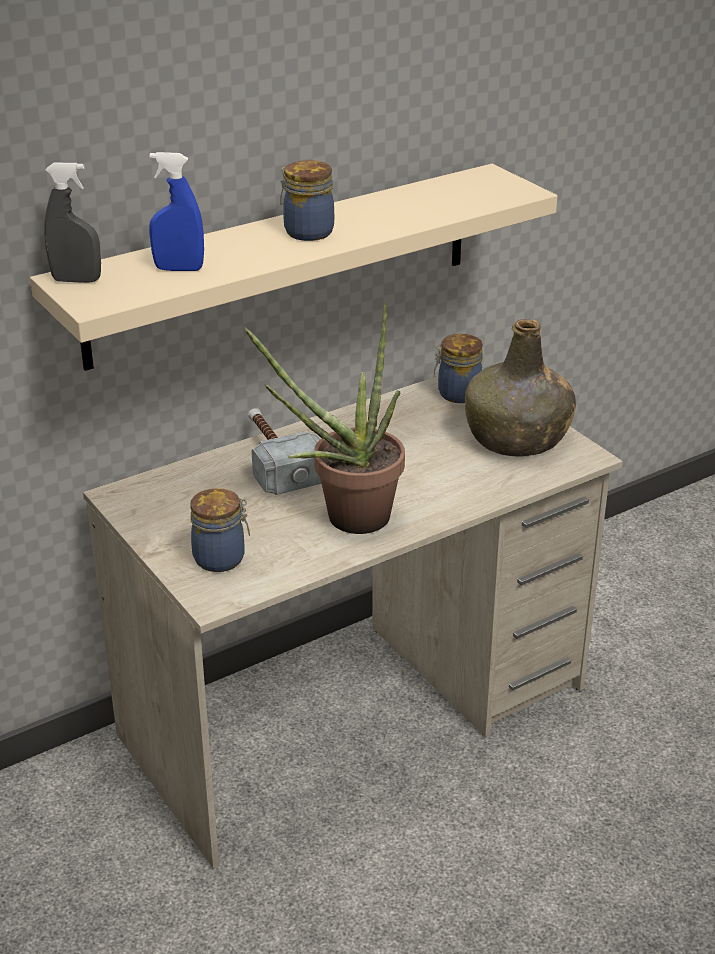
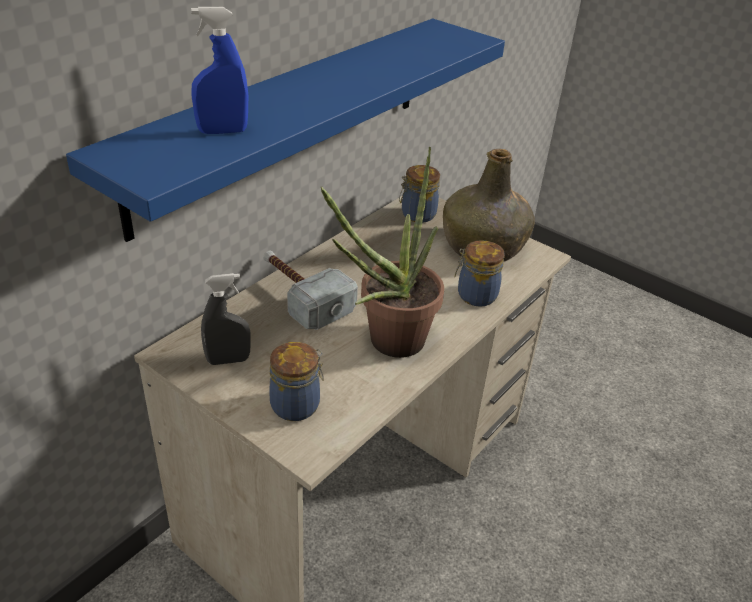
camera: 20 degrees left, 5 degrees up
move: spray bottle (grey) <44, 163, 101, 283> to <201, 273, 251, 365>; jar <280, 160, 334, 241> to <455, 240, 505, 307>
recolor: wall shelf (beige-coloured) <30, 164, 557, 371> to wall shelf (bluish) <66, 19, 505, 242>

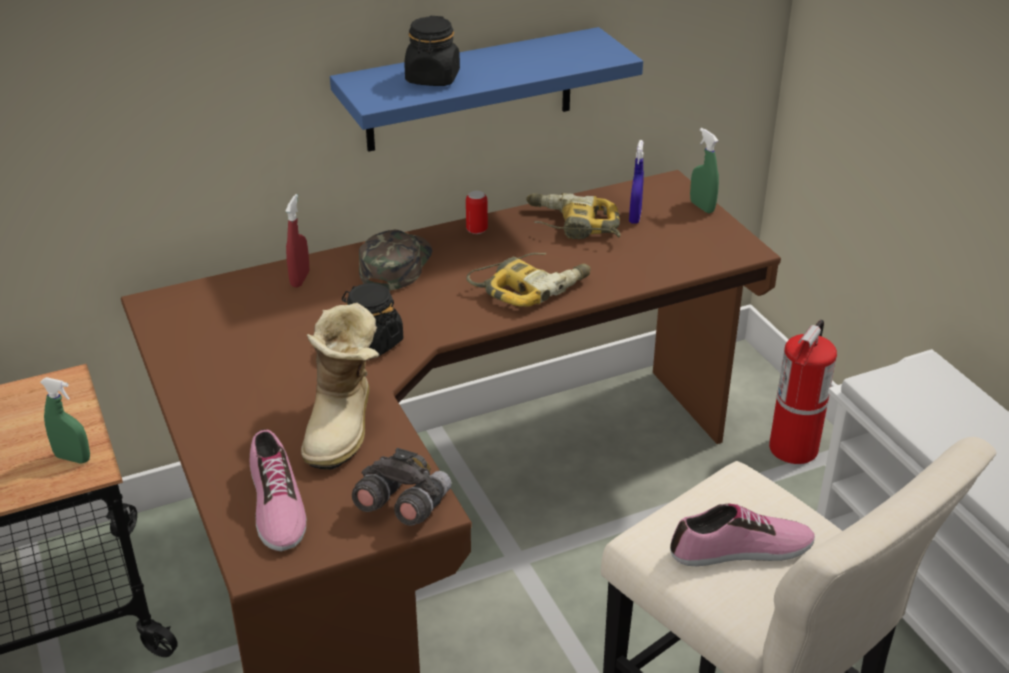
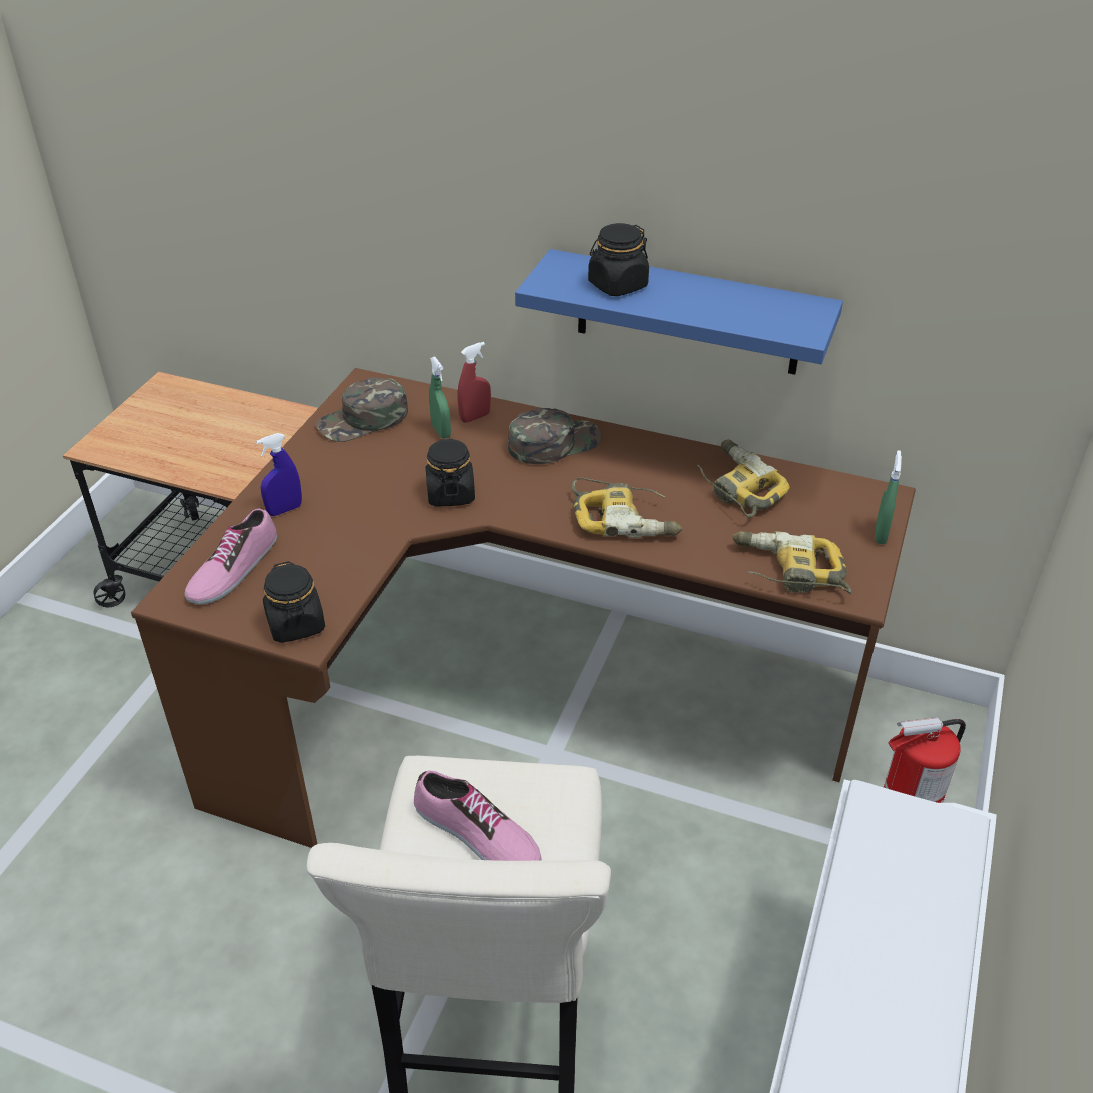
camera: 45 degrees right, 5 degrees up
delete: high-top boot <301, 303, 379, 470>; can <466, 191, 488, 234>
insert: peaked cap (green-coloured) <315, 377, 408, 442>; drill <732, 531, 852, 594>
move: spray bottle (green-coloured) <40, 377, 90, 463> to <429, 357, 451, 439>; spray bottle (bluish) <629, 140, 644, 224> to <256, 433, 302, 516>
replace: pair of binoculars (grey) <352, 448, 452, 526> to jar (black-coloured) <263, 561, 325, 643>

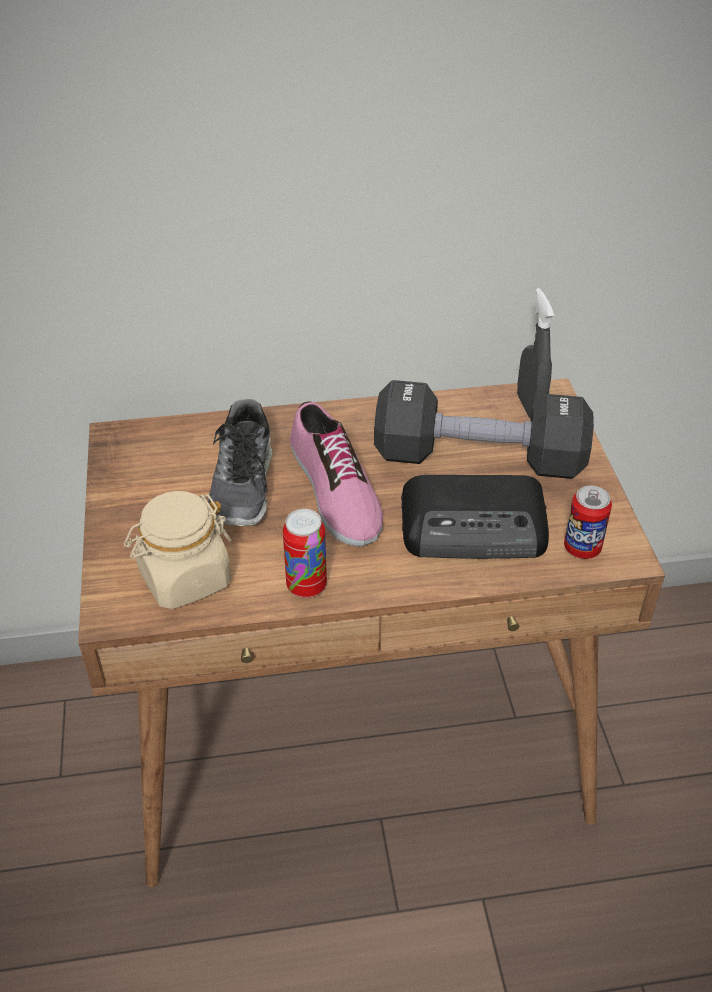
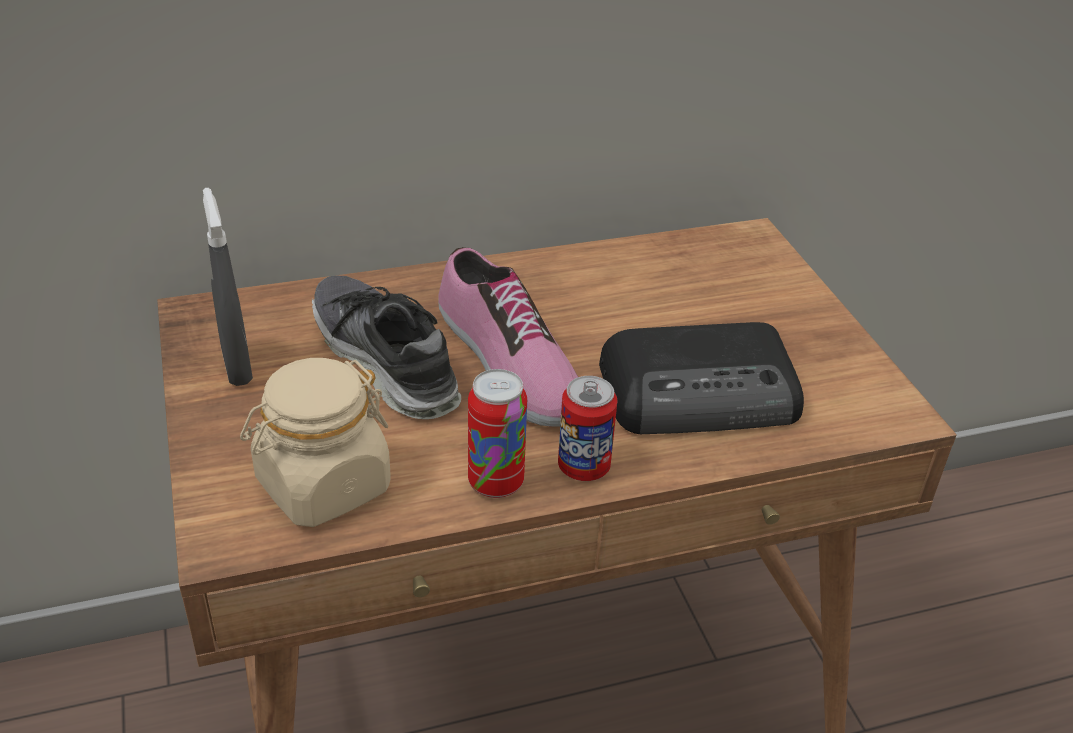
camera: 10 degrees left, 5 degrees down
delete: hand weight (black-coloured) <374, 380, 594, 479>
move: spray bottle (grey) <517, 288, 554, 419> to <203, 188, 253, 386>; can <564, 486, 612, 559> to <558, 376, 617, 481>
rotate: low shoe <208, 399, 272, 526> = <312, 276, 461, 419> 150 degrees clockwise

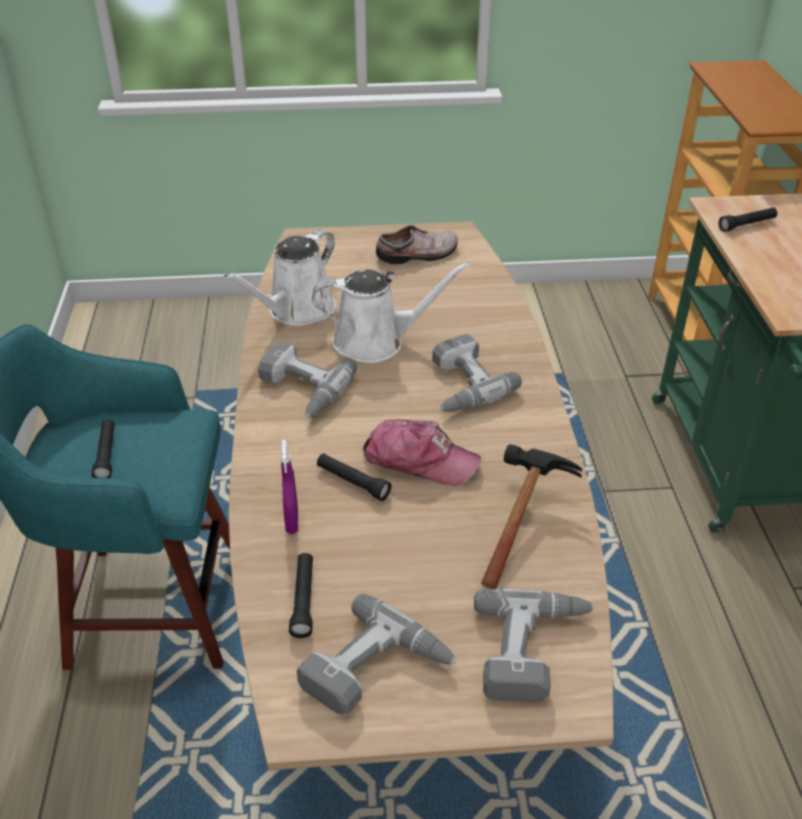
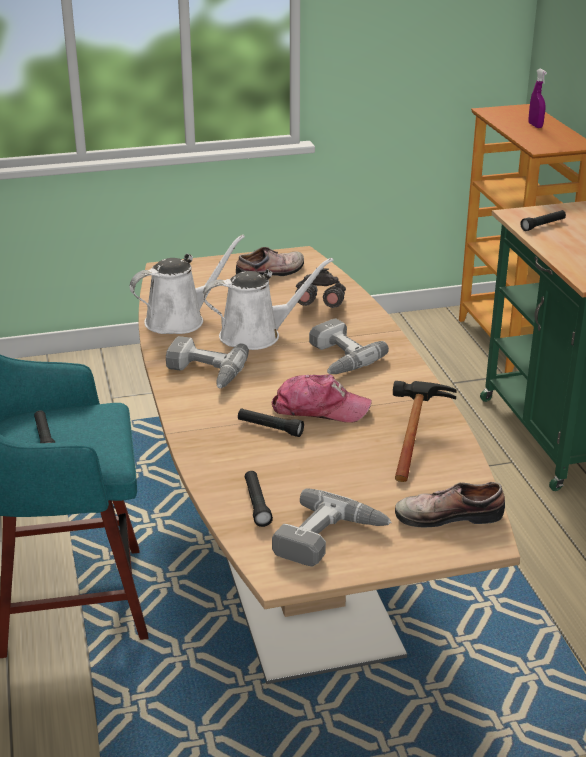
camera: 10 degrees left, 10 degrees down
insert: pair of binoculars (grey) <295, 268, 346, 308>
move: spray bottle (purple-coloured) <281, 440, 298, 534> to <529, 69, 547, 128>
replace: drill <474, 589, 595, 702> to low shoe <395, 482, 505, 527>
rotate: watering pot (whitish) <224, 230, 336, 326> = <130, 235, 245, 334> 150 degrees counterclockwise

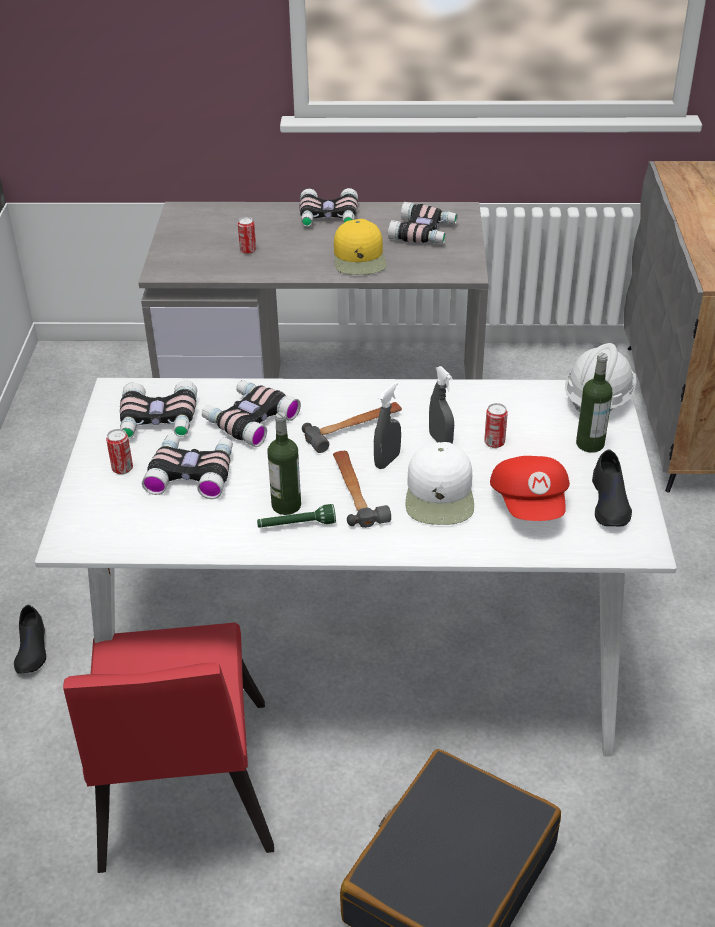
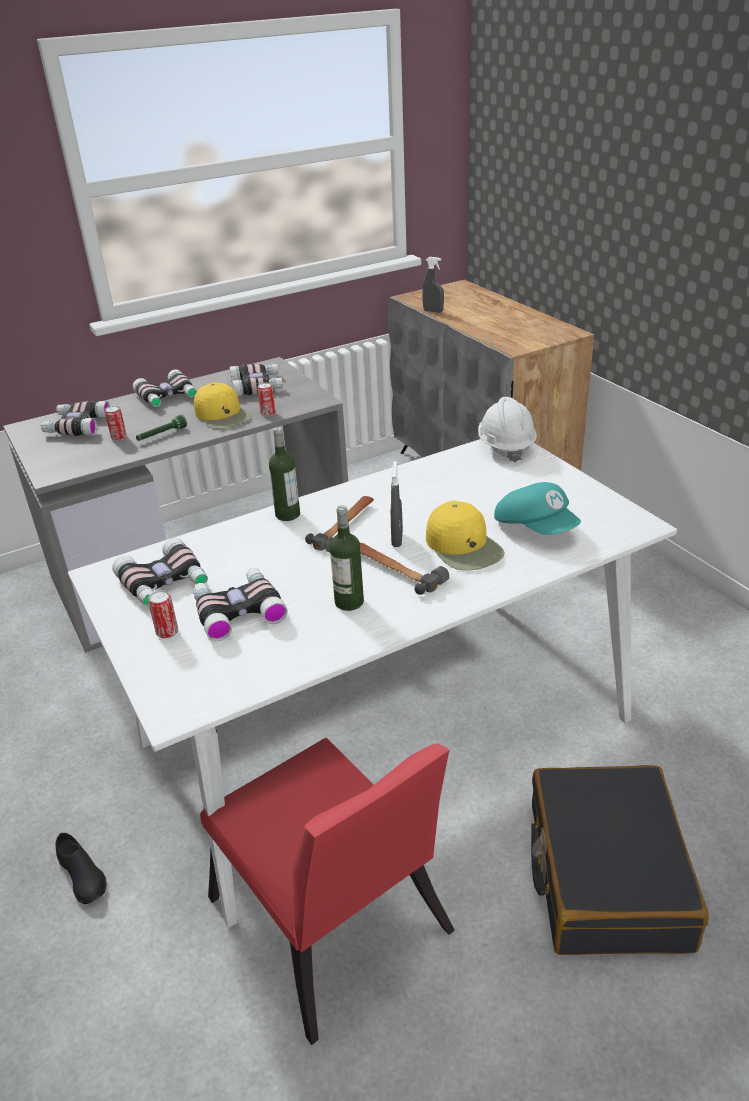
camera: 30 degrees left, 5 degrees down
delete: low shoe (black-coloured) <592, 449, 632, 526>
move: pair of binoculars <202, 380, 301, 447> to <41, 401, 110, 436>; hand torch (green-coloured) <257, 504, 336, 528> to <136, 415, 187, 441>; spray bottle (grey) <429, 366, 454, 443> to <422, 257, 444, 313>; can <484, 403, 508, 448> to <257, 383, 276, 417>; bottle <576, 353, 612, 453> to <269, 427, 300, 521>
recolor: peaked cap (whitish) <406, 442, 474, 525> to peaked cap (yellowish) <426, 501, 504, 571>; peaked cap (red) <490, 456, 570, 521> to peaked cap (turquoise-coloured) <494, 482, 581, 535>

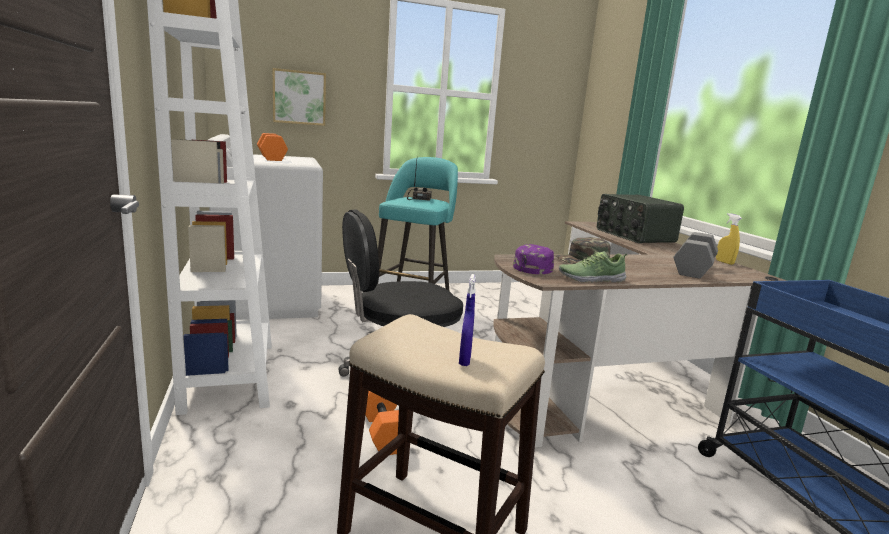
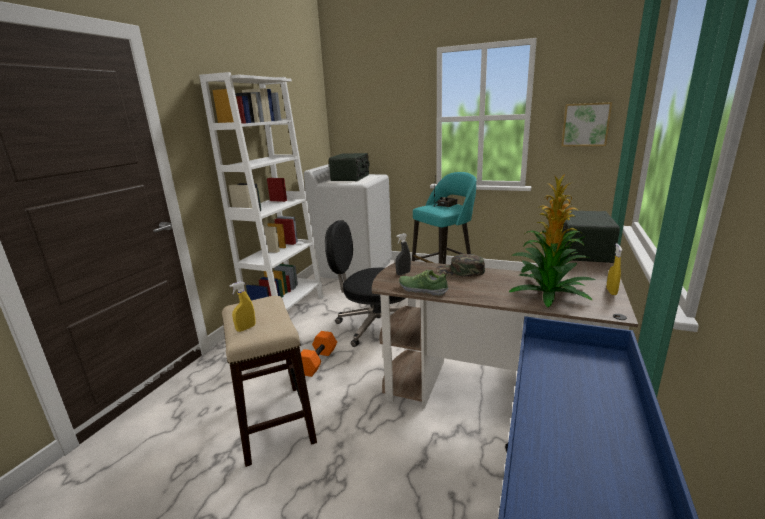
camera: 40 degrees right, 5 degrees up
move: wall picture <273, 68, 326, 126> to <561, 102, 612, 146>
replace: hand weight (orangey) <257, 133, 288, 161> to radio set <329, 153, 370, 181>; peaked cap (purple-coloured) <513, 244, 554, 274> to spray bottle (grey) <395, 233, 411, 276>; hand weight (grey) <674, 232, 718, 279> to houseplant <509, 174, 595, 307>
recolor: spray bottle (bluish) <459, 274, 476, 366> to spray bottle (yellowish) <229, 281, 255, 332>

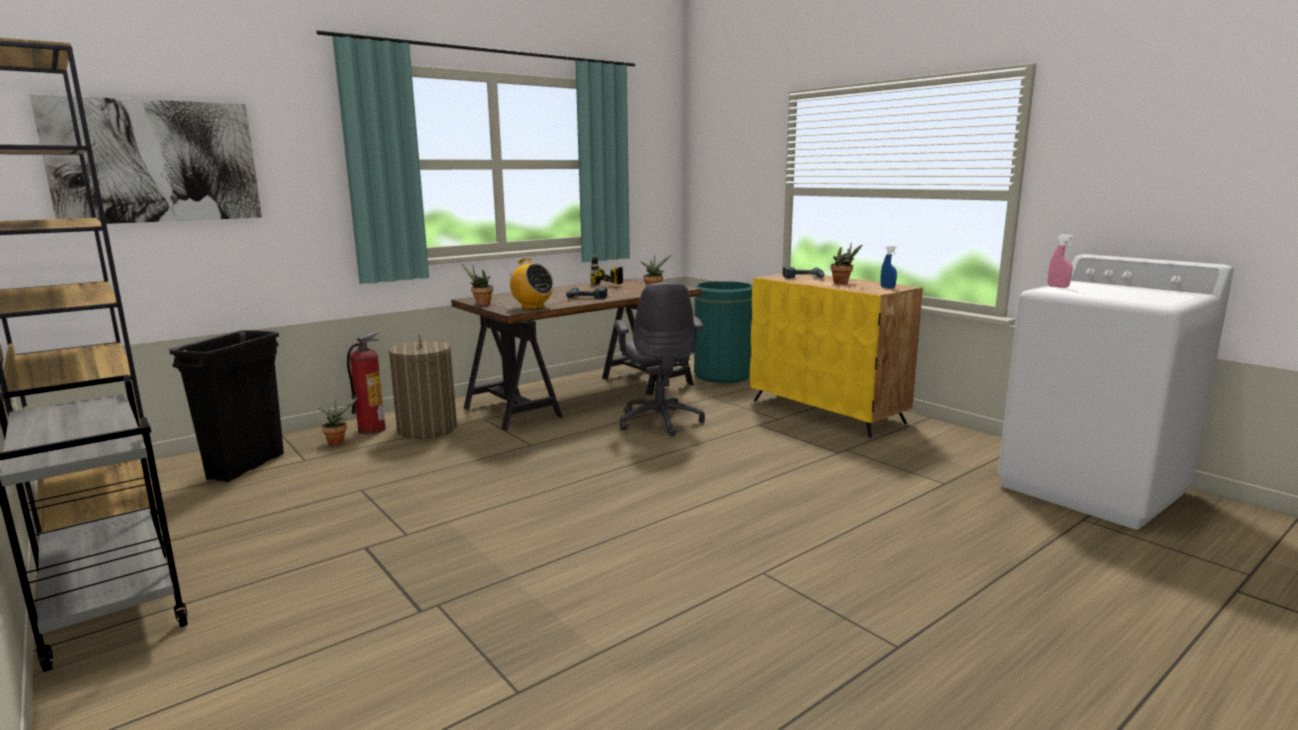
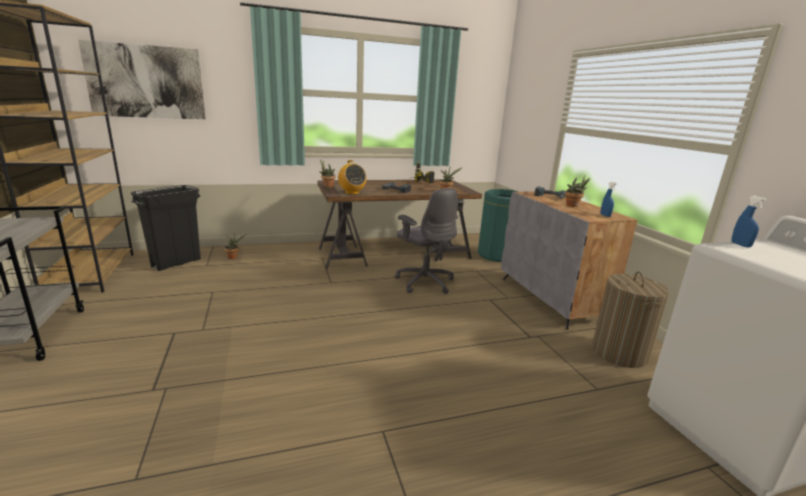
camera: 20 degrees right, 5 degrees up
delete: fire-fighting cylinder <347, 331, 386, 434>
move: laundry basket <389, 333, 457, 439> to <592, 272, 670, 368>
recolor: cabinet (yellowish) <750, 274, 923, 437> to cabinet (grey) <501, 191, 637, 330>; spray bottle (pinkish) <1048, 235, 1074, 288> to spray bottle (bluish) <731, 196, 767, 247>
rotate: computer chair (grey) <614, 282, 705, 437> = <395, 188, 458, 294> 45 degrees counterclockwise

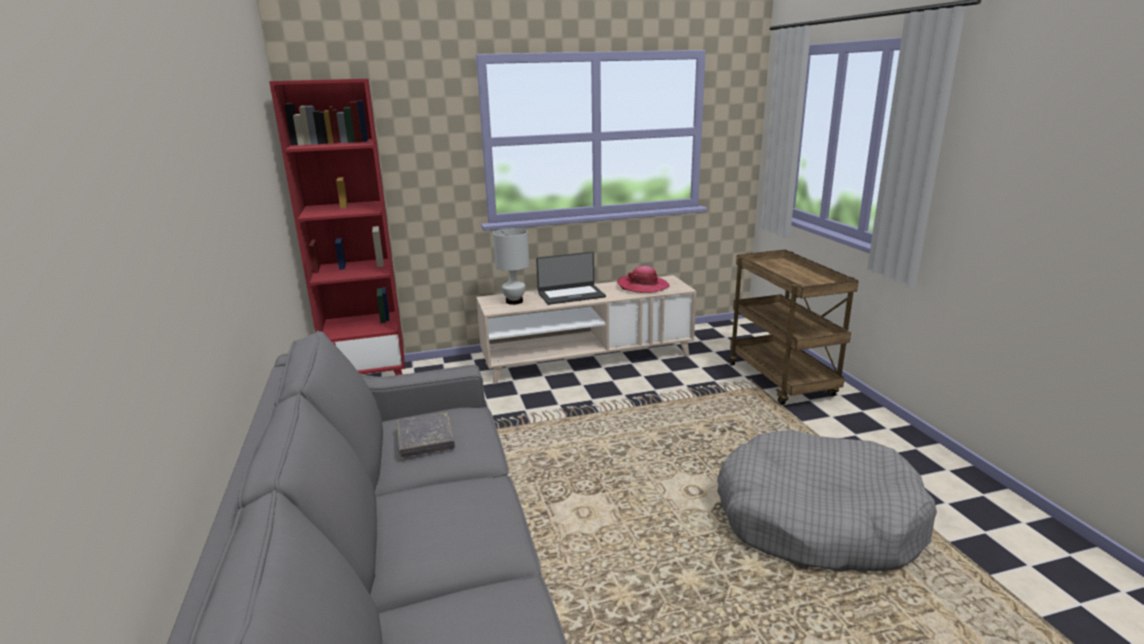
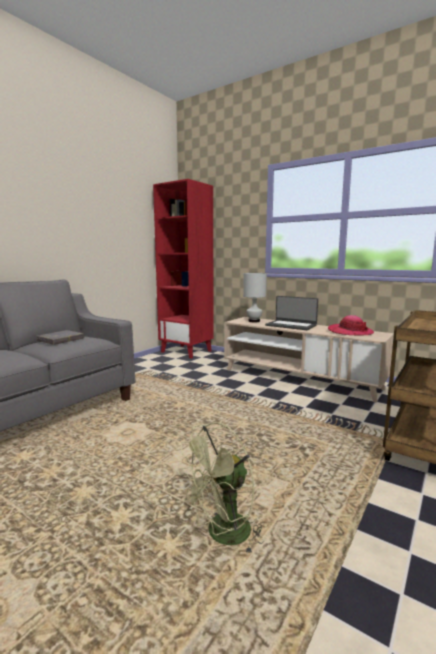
camera: 50 degrees right, 10 degrees down
replace: dog cushion (grey) <717, 430, 937, 572> to electric fan (green-coloured) <177, 422, 262, 555>

